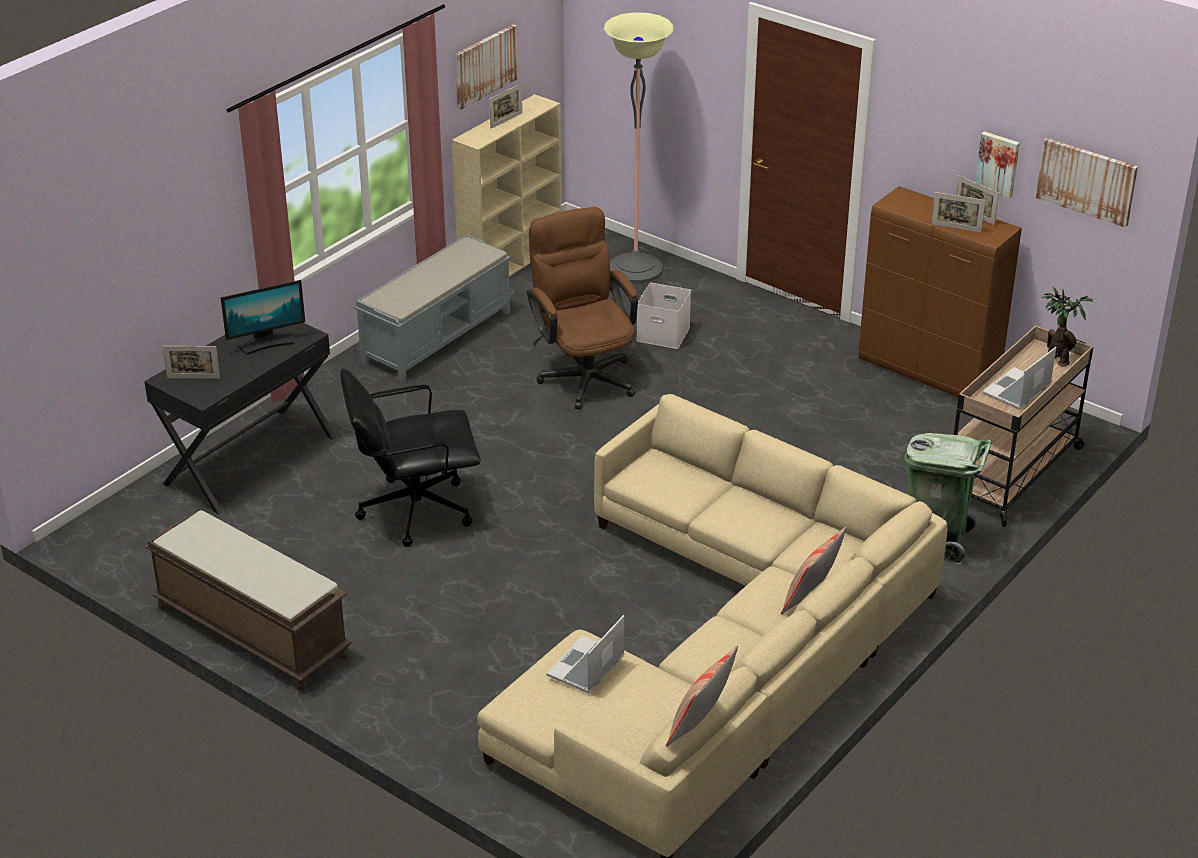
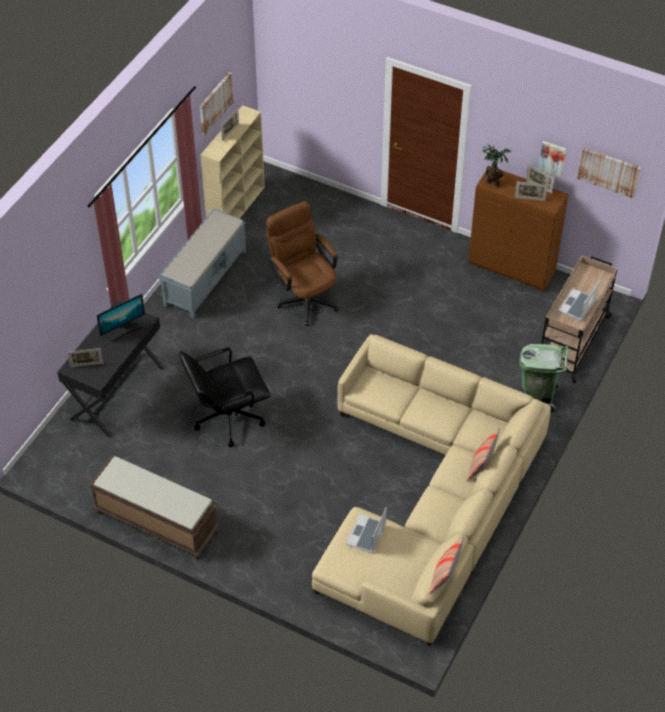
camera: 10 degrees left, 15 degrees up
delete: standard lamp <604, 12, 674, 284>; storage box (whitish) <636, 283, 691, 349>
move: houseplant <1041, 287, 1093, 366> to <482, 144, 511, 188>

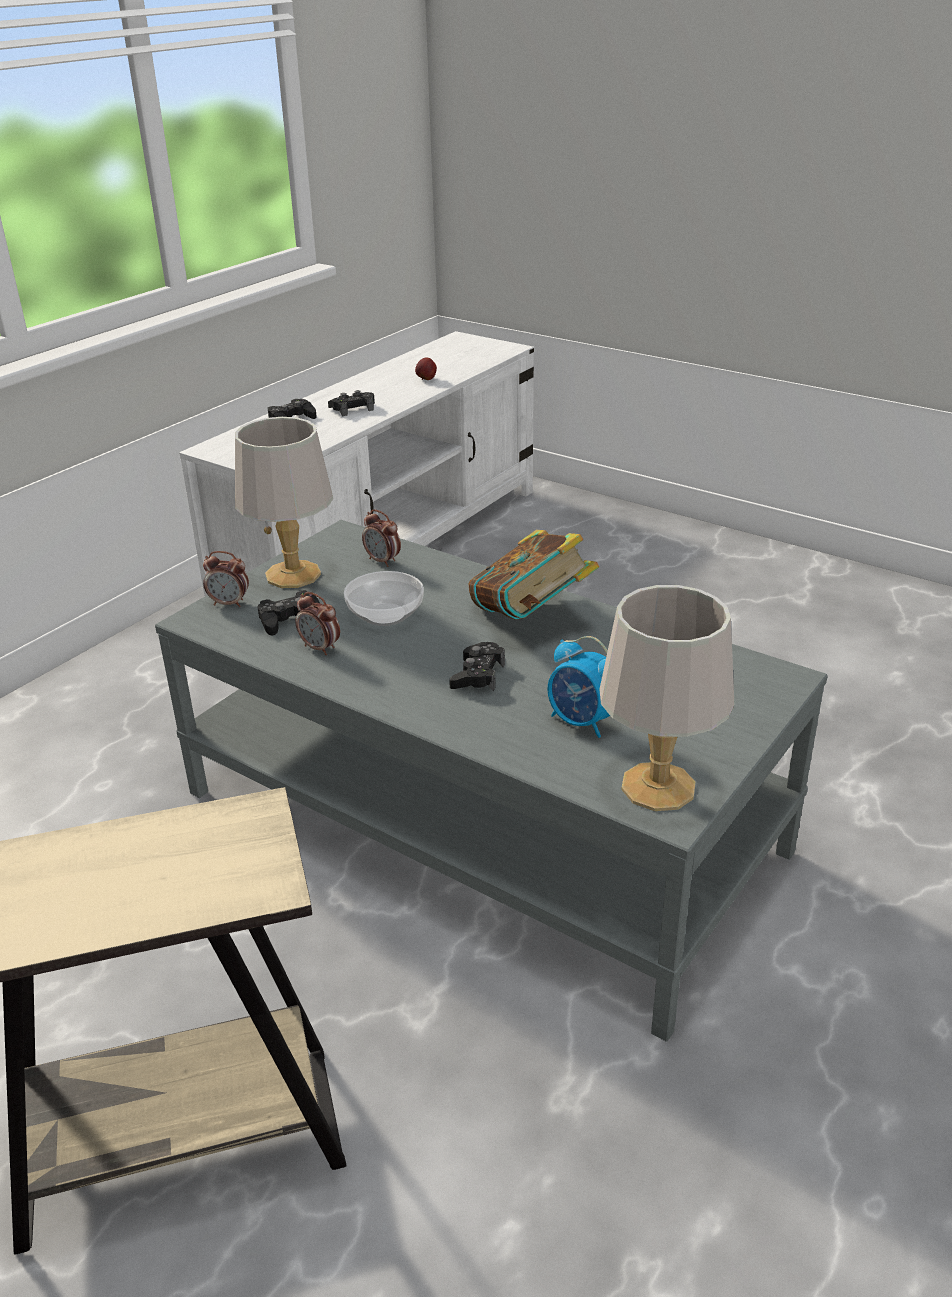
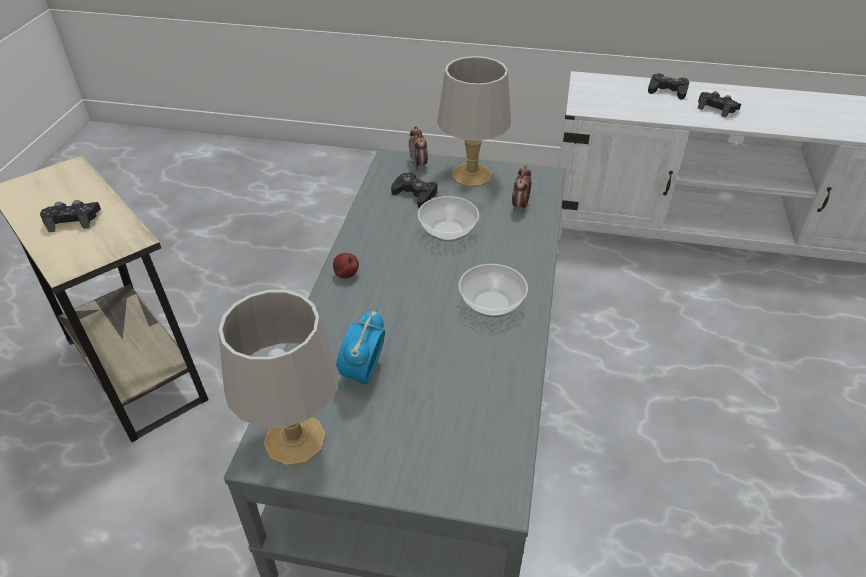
camera: 65 degrees right, 10 degrees up
delete: bedside clock <295, 592, 340, 655>
move: whole apple <415, 357, 437, 380> to <333, 253, 359, 278>; gamepad (black-coloured) <449, 642, 505, 691> to <40, 200, 101, 232>
replace: bound book <469, 530, 599, 620> to bowl <459, 264, 528, 318>

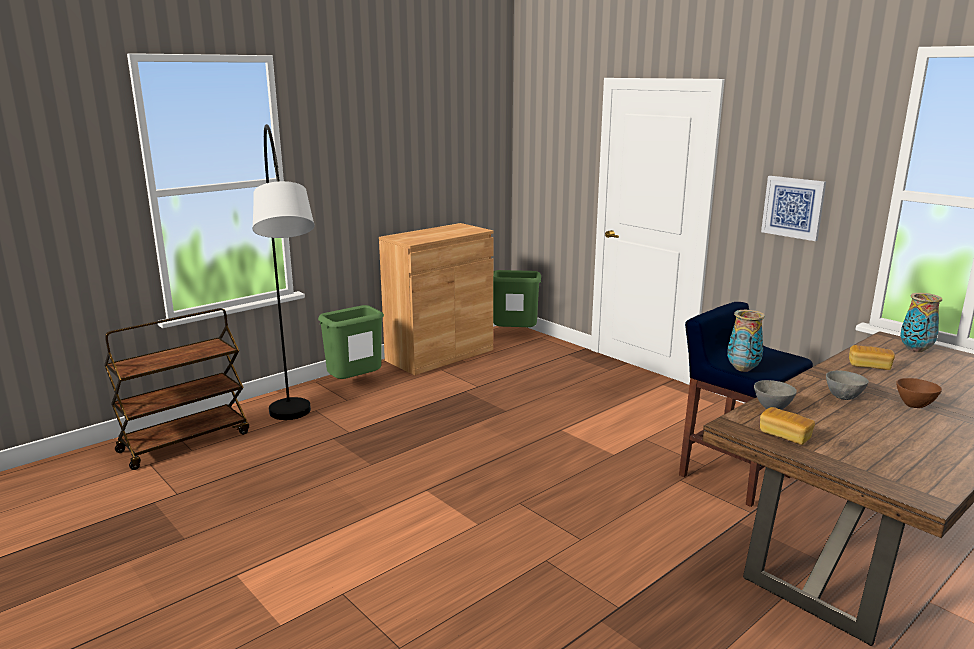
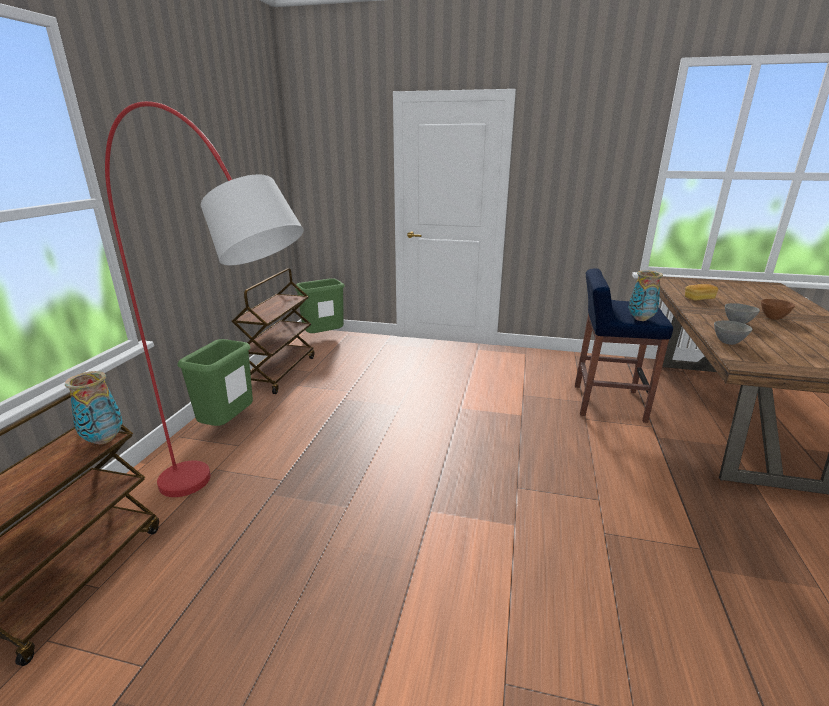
camera: 35 degrees left, 5 degrees up
delete: bakery bread <760, 407, 815, 445>; wall picture <761, 176, 826, 241>
move: flower vase <900, 293, 942, 352> to <65, 371, 122, 444>
replace: cabinet (brownish) <379, 223, 493, 375> to cart (brownish) <232, 268, 314, 394>
recolor: standard lamp (grey) <252, 124, 315, 420> to standard lamp (red) <105, 101, 304, 497>

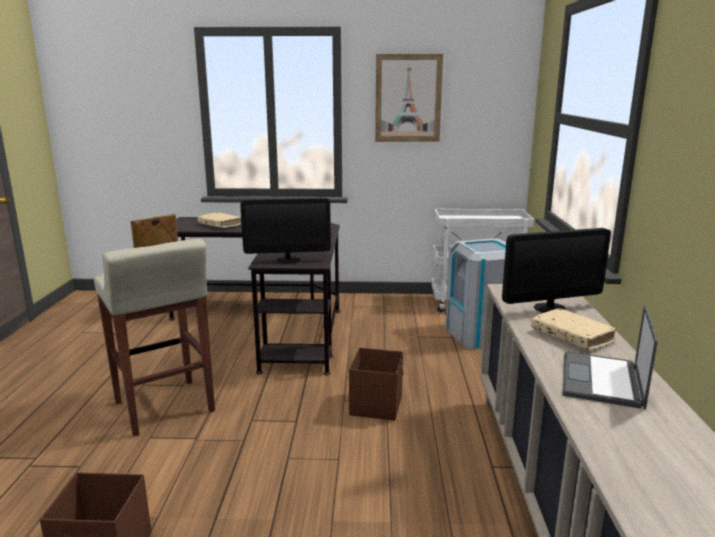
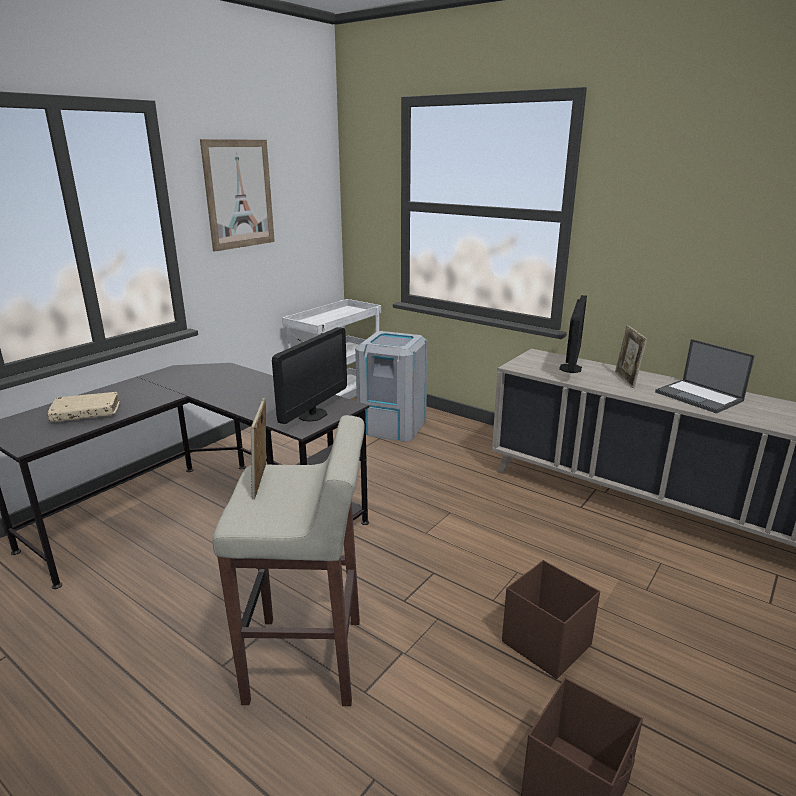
camera: 55 degrees left, 5 degrees up
move: storage box (brownish) <349, 348, 404, 420> to <502, 560, 600, 679>
replace: bound book (beige-coloured) <531, 308, 616, 350> to photo frame <615, 325, 647, 388>

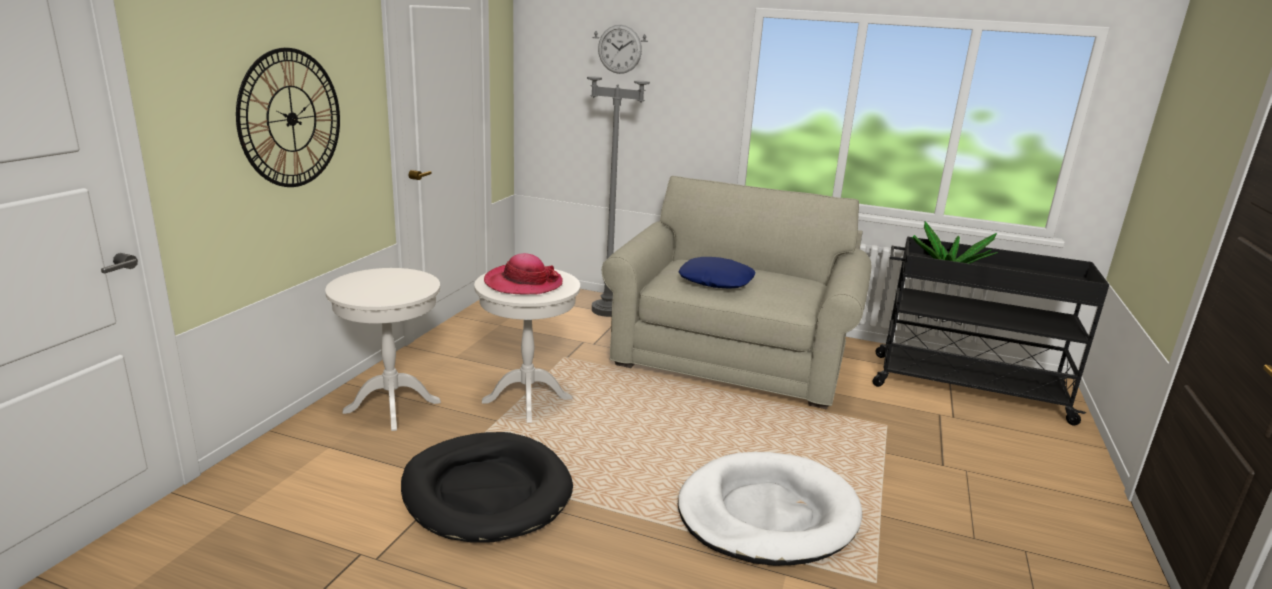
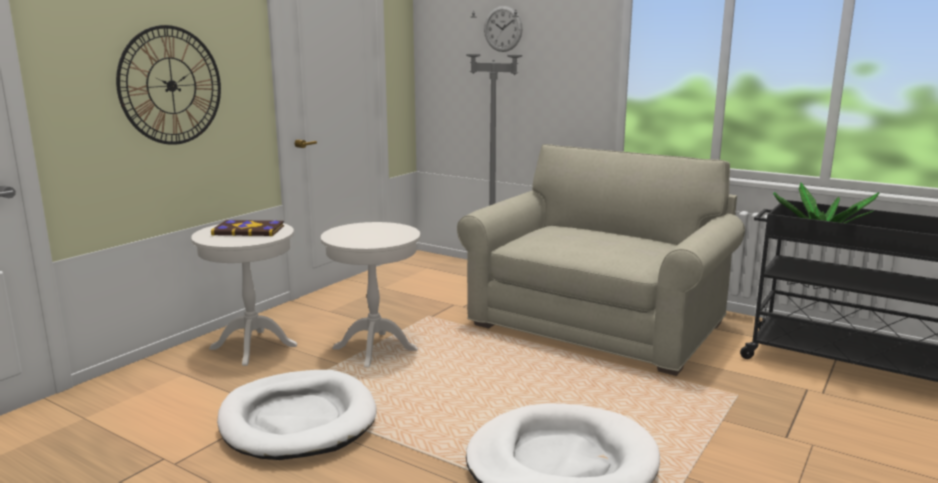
camera: 15 degrees right, 5 degrees down
delete: clothing hat <484, 253, 563, 295>; pillow (bluish) <678, 257, 755, 289>
insert: bound book <211, 220, 284, 236>
recolor: dog cushion (black-coloured) <401, 432, 573, 543> to dog cushion (whitish) <217, 370, 377, 460>

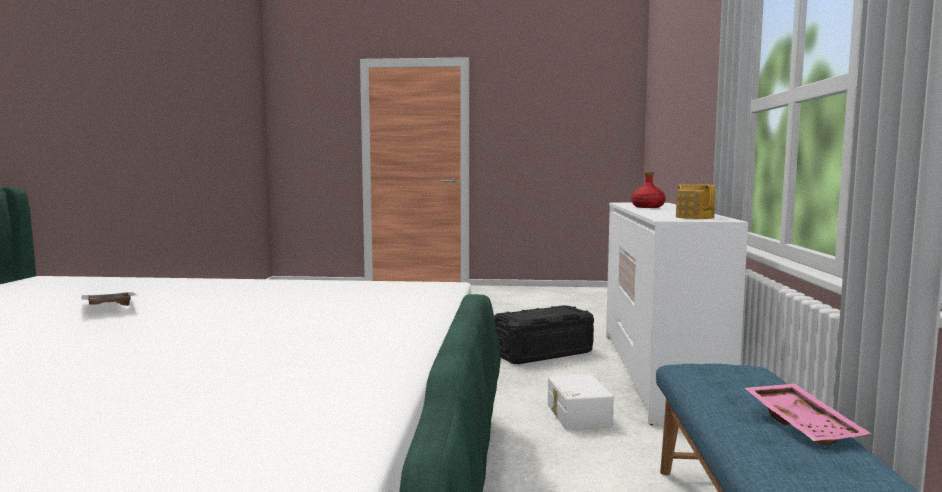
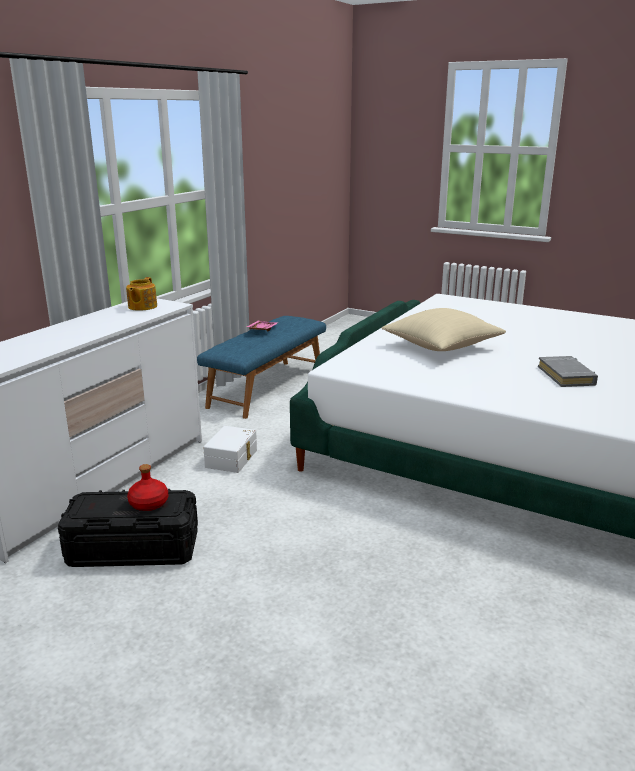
camera: 155 degrees left, 15 degrees up
insert: pillow (beige-coloured) <381, 308, 506, 351>
move: bottle (red) <631, 172, 666, 208> to <127, 464, 168, 511>
replace: tray (grey) <81, 292, 136, 306> to bound book (grey) <538, 356, 598, 387>

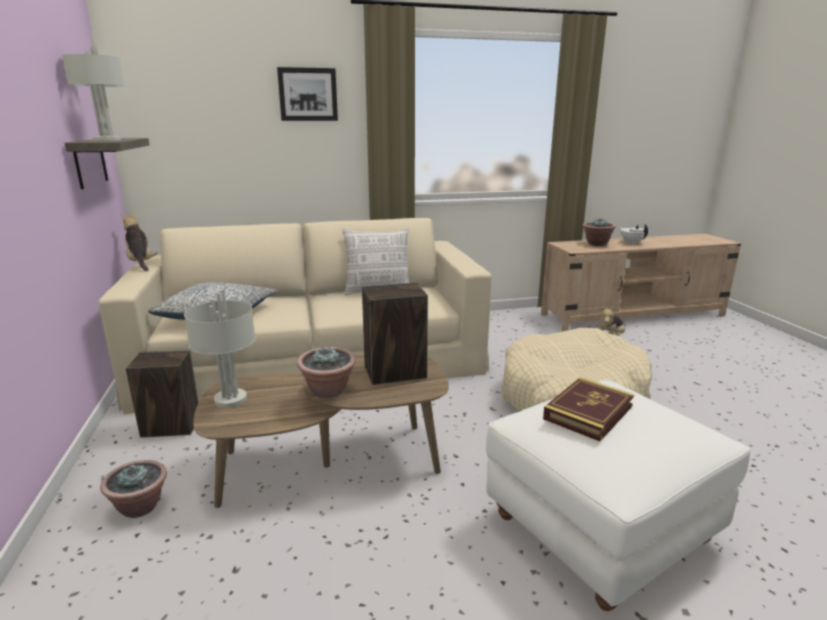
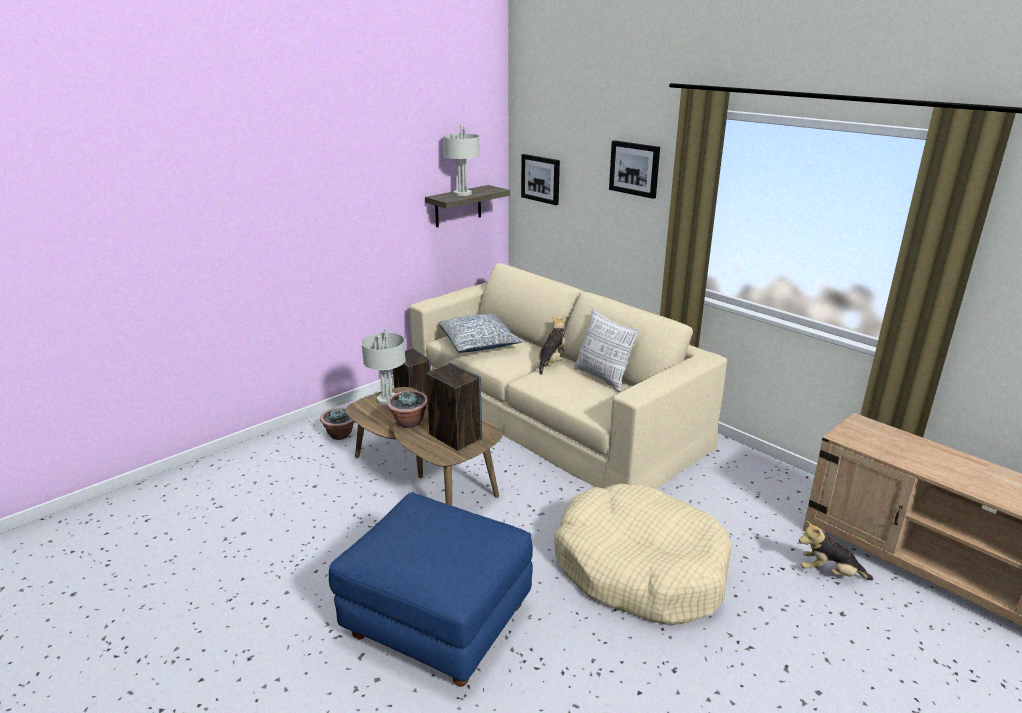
camera: 60 degrees right, 5 degrees up
delete: bound book <543, 377, 634, 441>; houseplant <582, 219, 616, 246>; pot for tea (whitish) <620, 224, 648, 244>
insert: wall picture <521, 154, 560, 205>
move: cuddly toy <120, 213, 157, 271> to <538, 316, 566, 375>
recolor: footrest (whitish) <486, 379, 751, 611> to footrest (bluish) <329, 492, 533, 687>

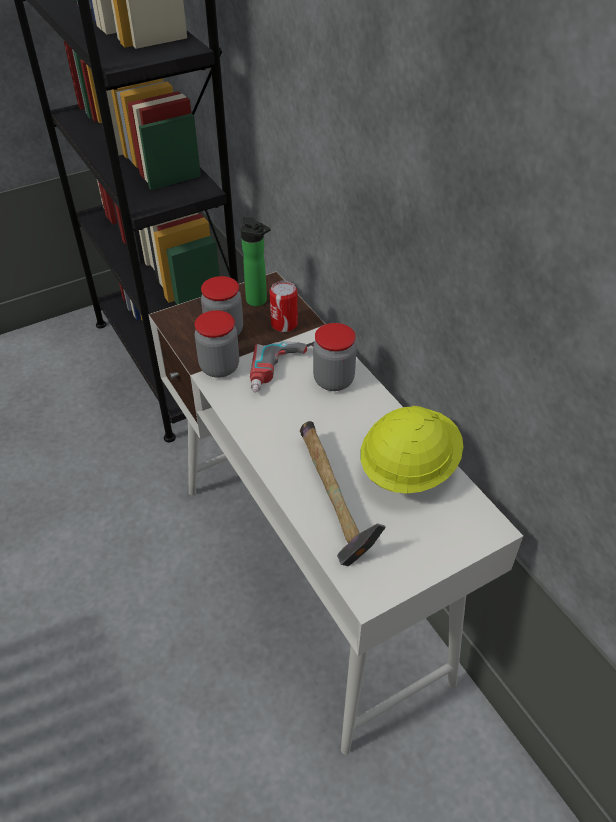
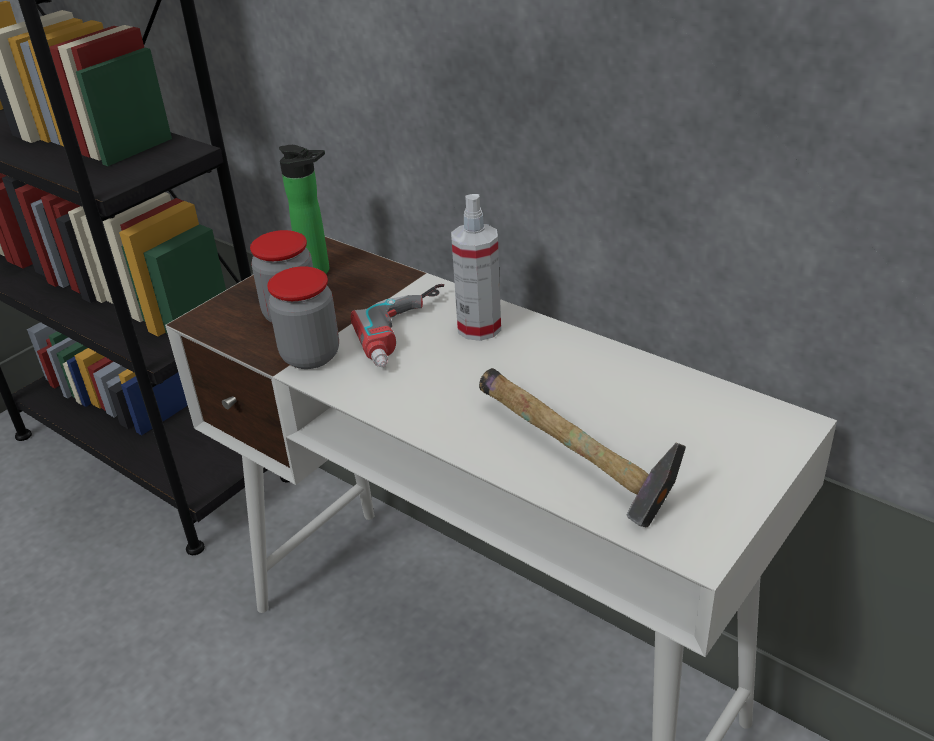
camera: 20 degrees left, 10 degrees down
delete: can <269, 281, 298, 332>; hard hat (yellowish) <361, 406, 463, 494>
replace: jar <313, 323, 357, 391> to spray bottle <451, 194, 501, 341>

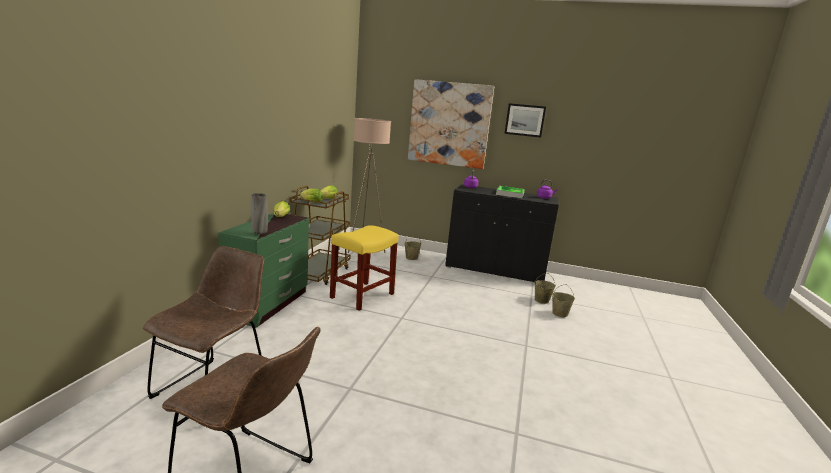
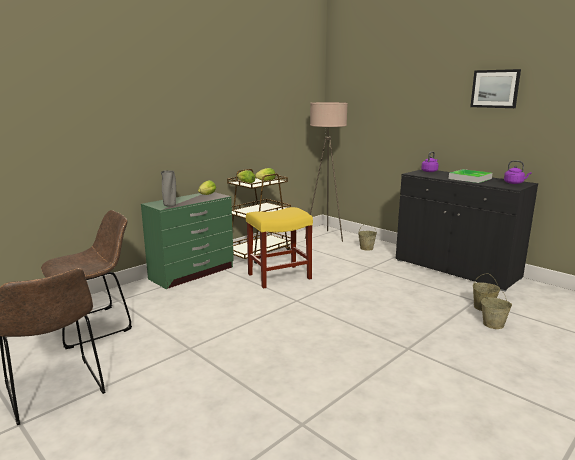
camera: 30 degrees right, 0 degrees up
delete: wall picture <408, 79, 494, 169>

